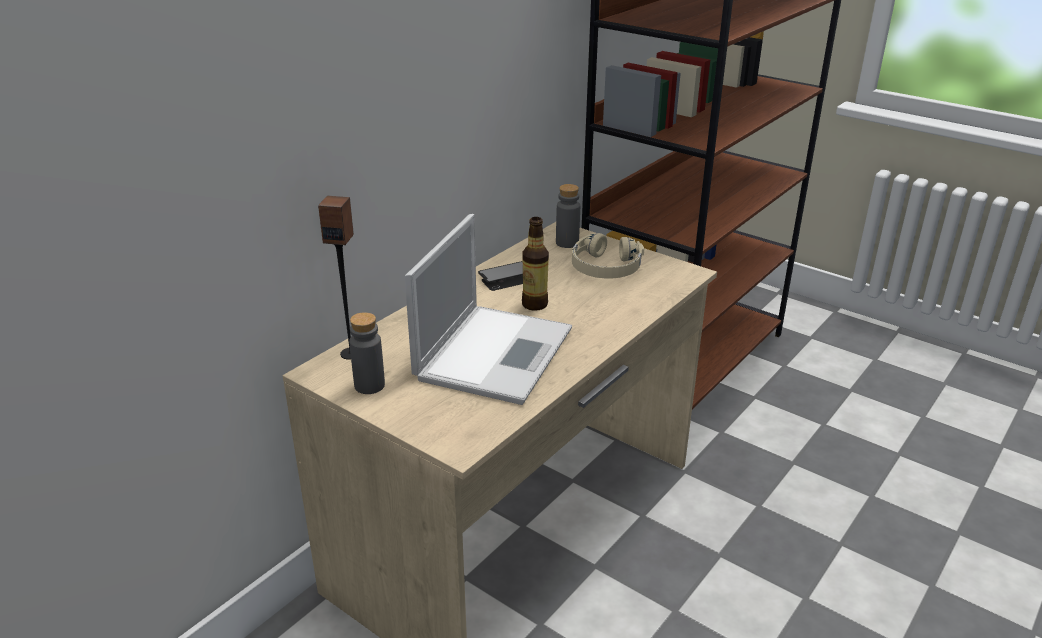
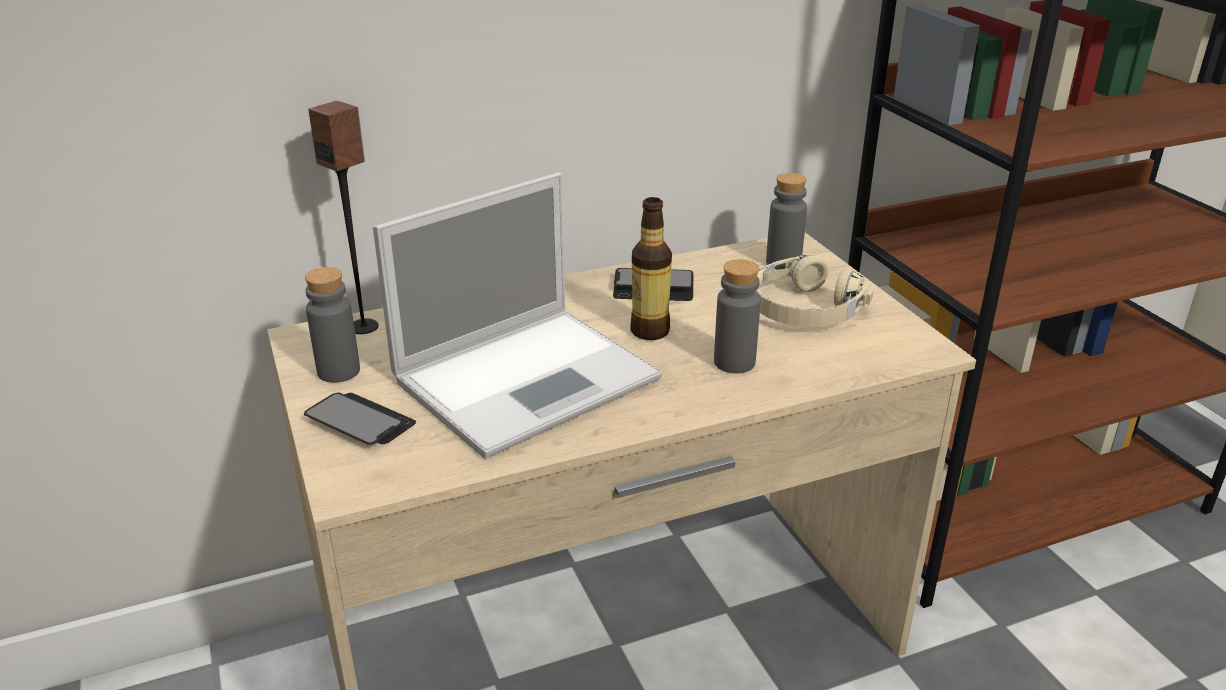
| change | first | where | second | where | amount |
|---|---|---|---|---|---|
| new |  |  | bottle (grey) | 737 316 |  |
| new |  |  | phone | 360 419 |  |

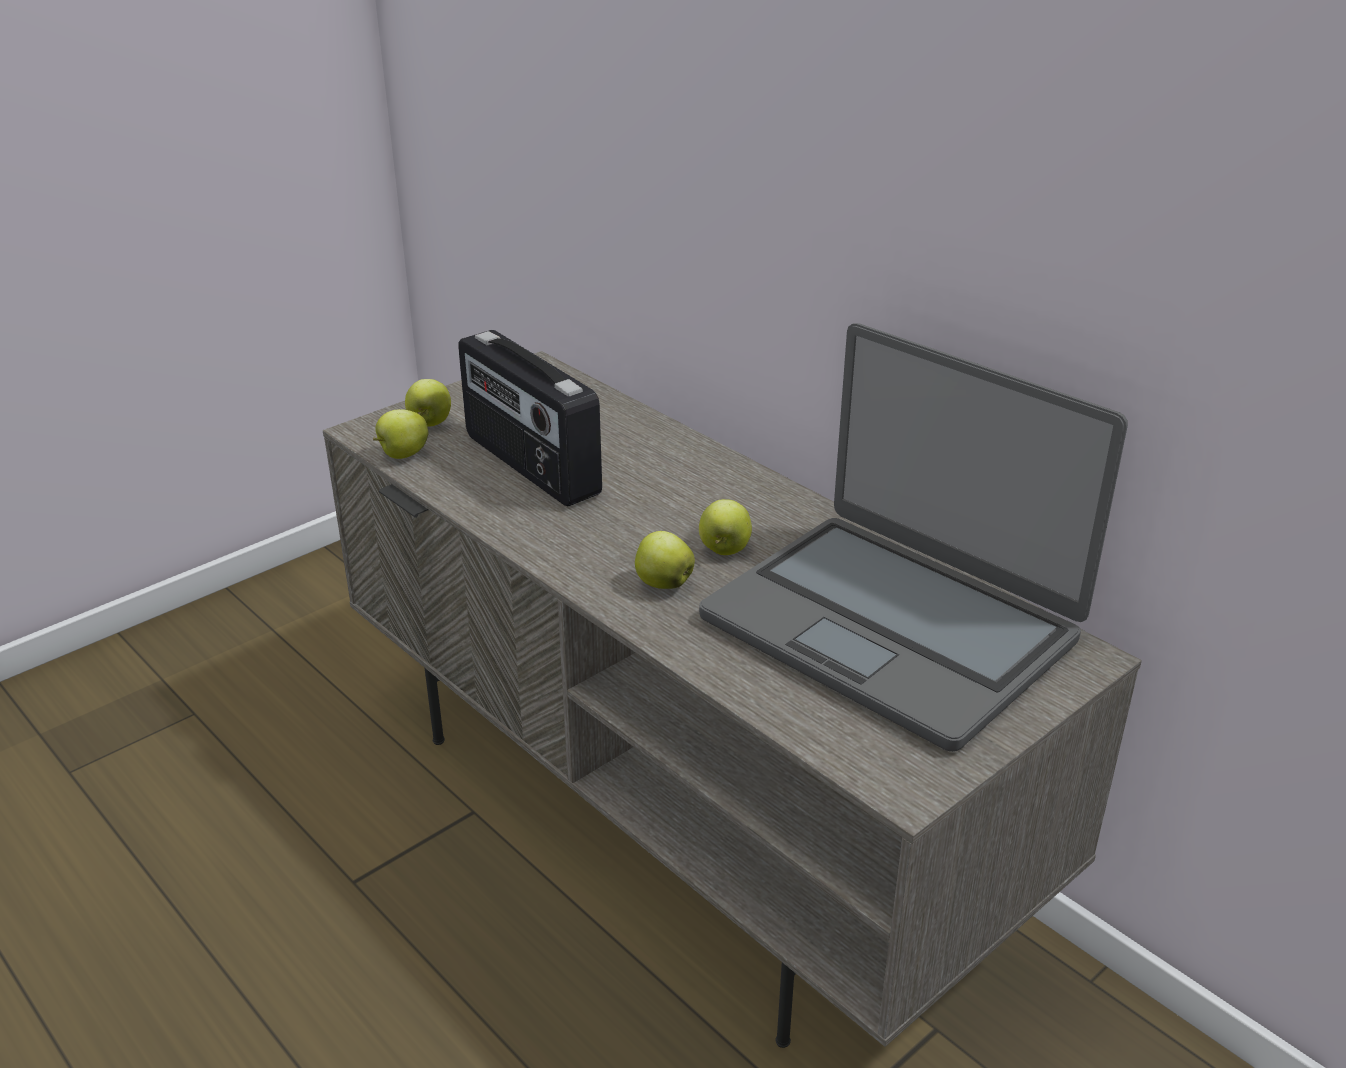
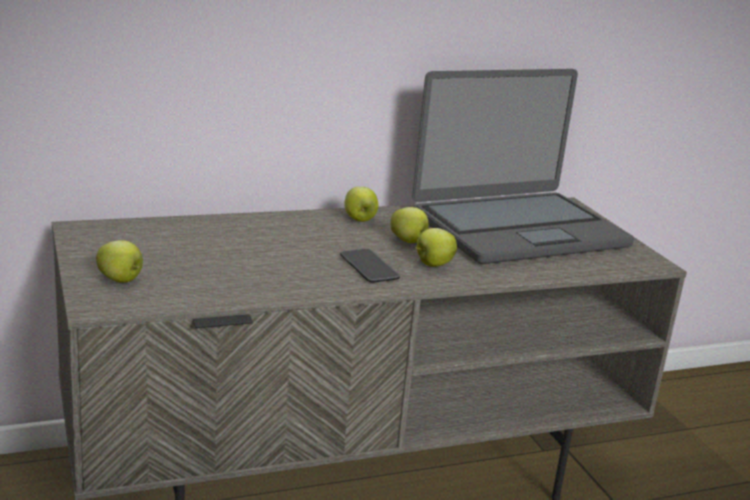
| change | first | where | second | where | amount |
|---|---|---|---|---|---|
| gone | radio | 530 418 |  |  |  |
| shifted | apple | 400 434 |  | 361 204 |  |
| new |  |  | phone | 370 265 |  |

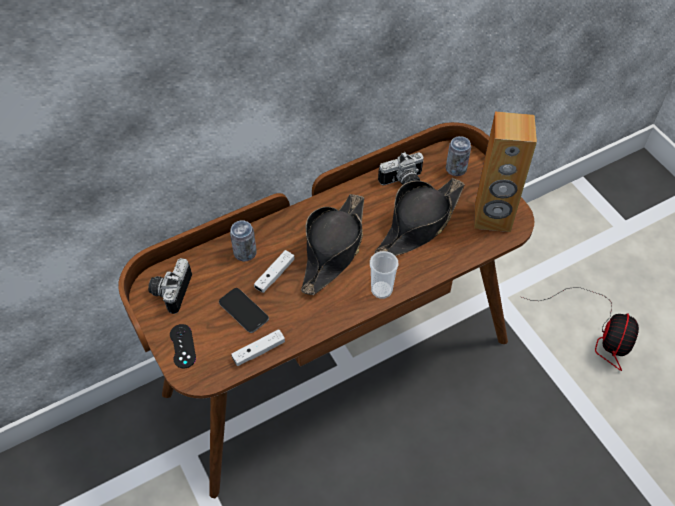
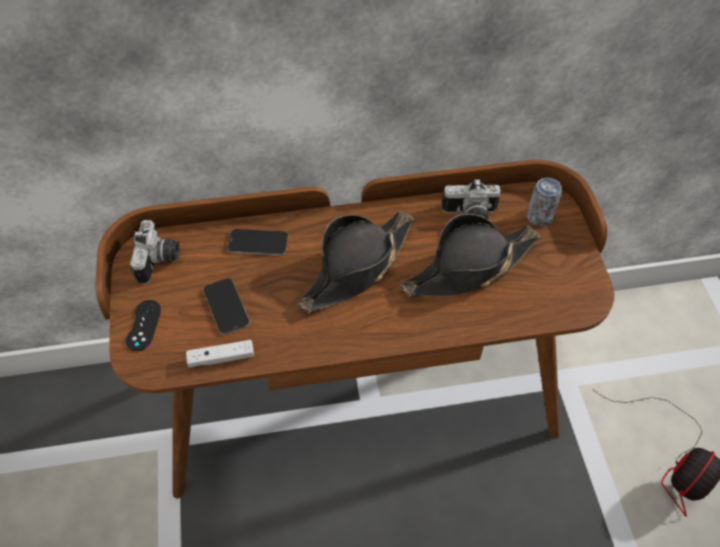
| change | first | where | second | where | amount |
|---|---|---|---|---|---|
| gone | speaker (brown) | 505 172 |  |  |  |
| swapped | can | 243 240 | phone | 258 242 |  |
| gone | game controller (white) | 274 271 |  |  |  |
| gone | cup | 384 275 |  |  |  |
| rotated | photo camera | 170 286 |  | 155 252 | 150 degrees clockwise |

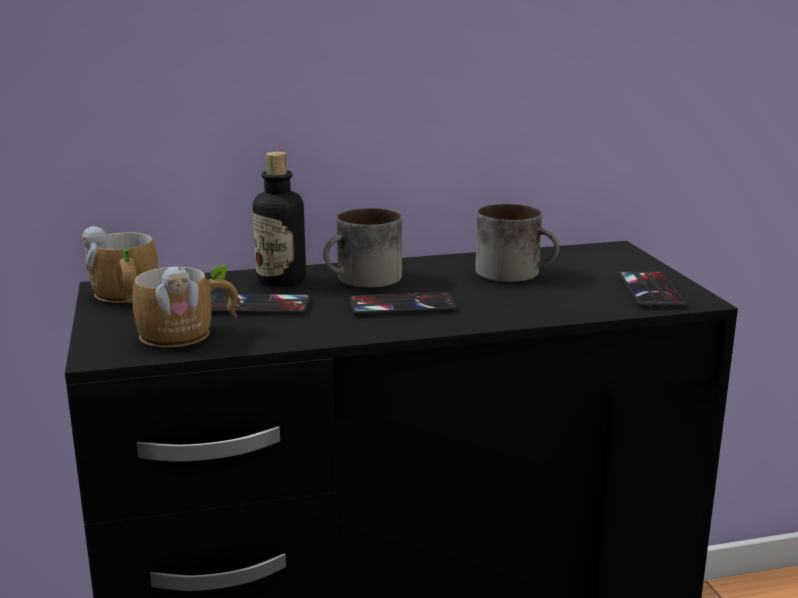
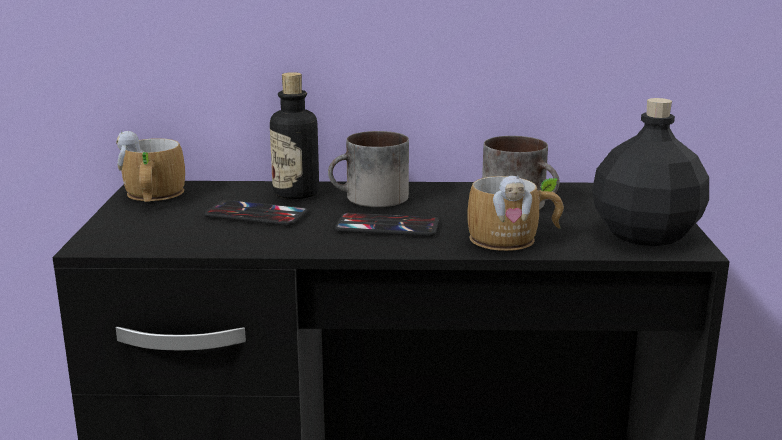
| change | first | where | second | where | amount |
|---|---|---|---|---|---|
| shifted | mug | 185 306 |  | 515 213 |  |
| swapped | phone | 652 289 | bottle (black) | 650 172 |  |

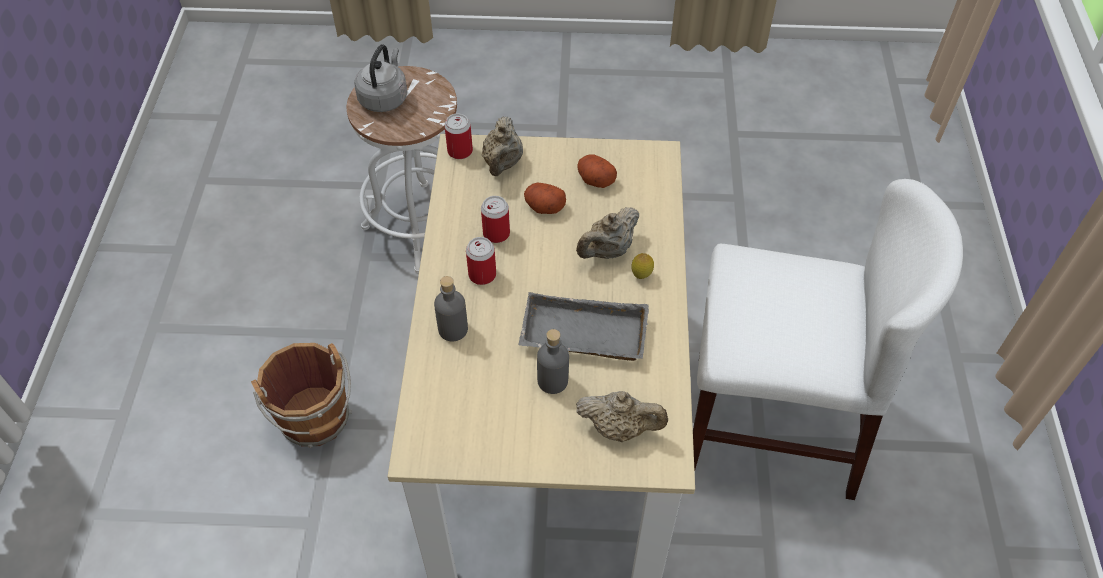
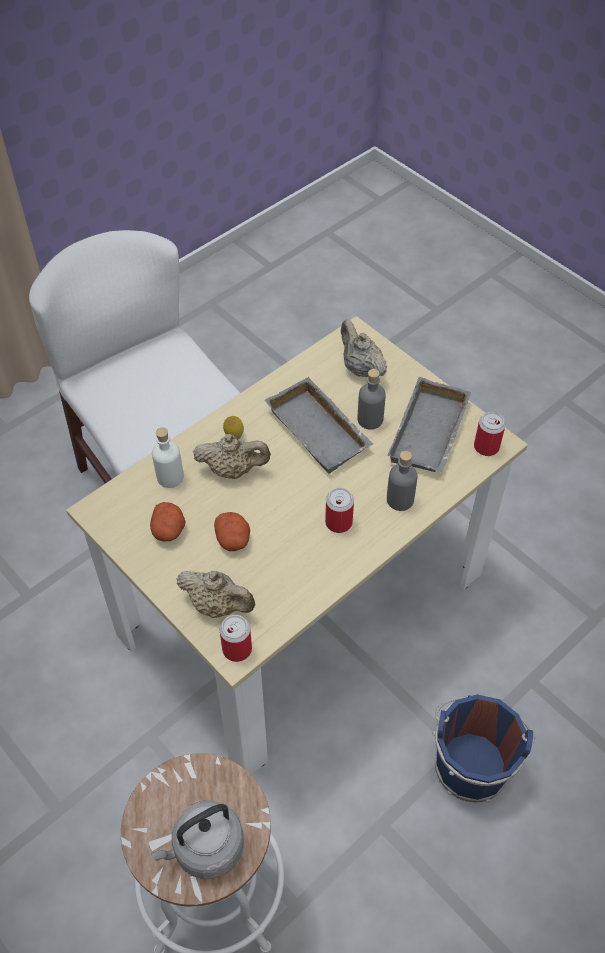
| change | first | where | second | where | amount |
|---|---|---|---|---|---|
| rotated | teapot (beige) | 502 146 |  | 215 594 | 60 degrees clockwise |
| shifted | can | 495 219 |  | 489 434 |  |
| repainted | bucket (brown) | 301 395 | bucket (blue) | 484 748 |  |
| new |  |  | tray (grey) | 429 425 |  |
| new |  |  | bottle (white) | 168 458 |  |

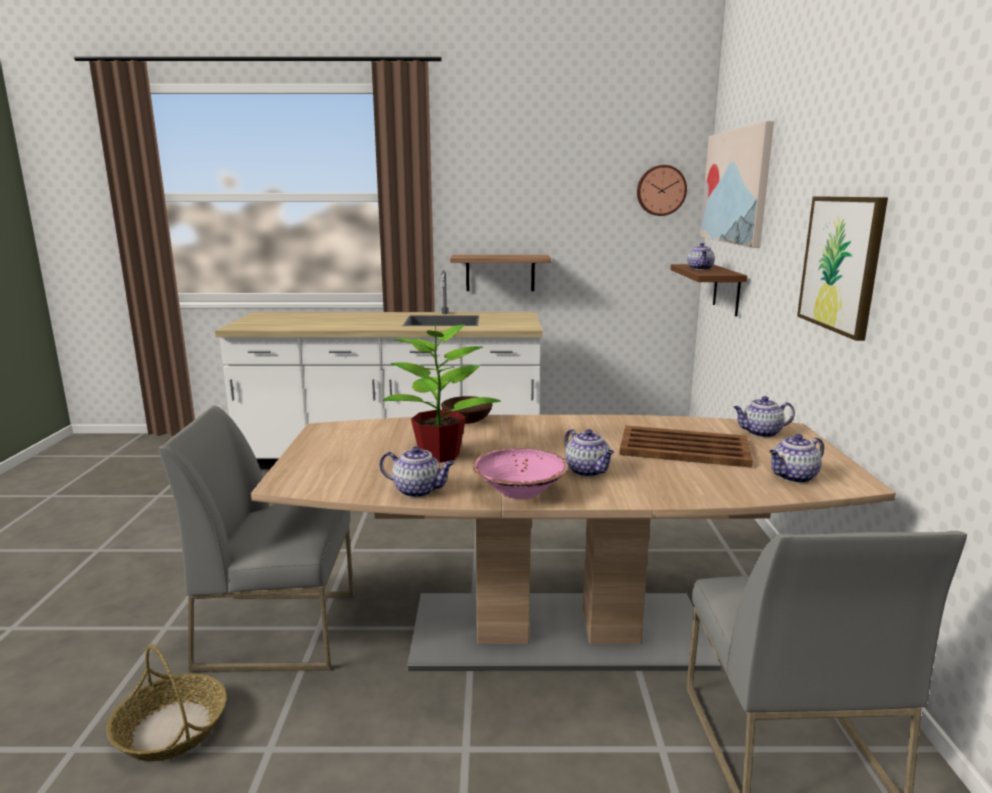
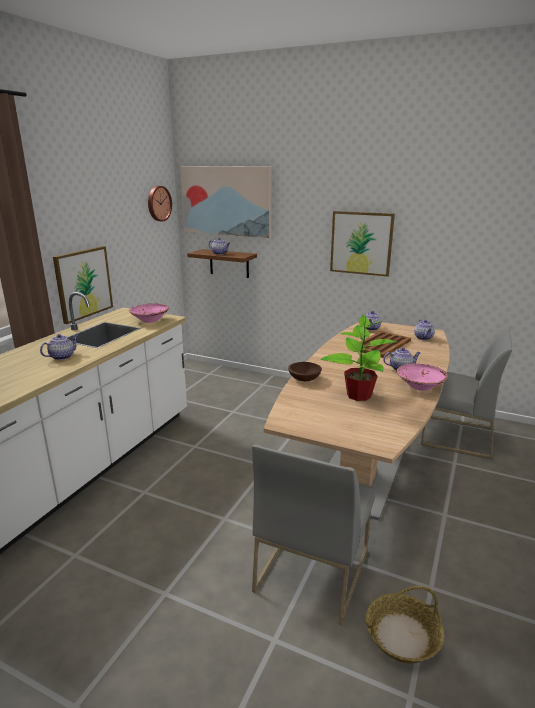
| change | first | where | second | where | amount |
|---|---|---|---|---|---|
| swapped | shelf | 500 273 | picture | 83 285 |  |
| shifted | teapot | 417 472 |  | 59 347 |  |
| new |  |  | bowl (pink) | 149 313 |  |

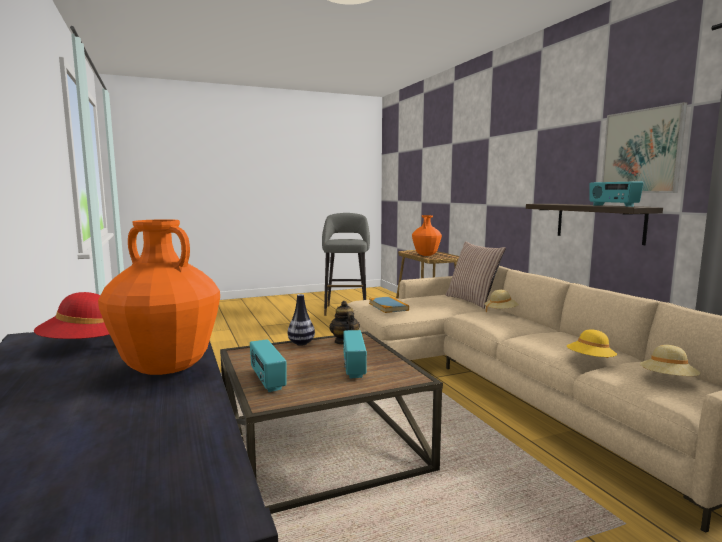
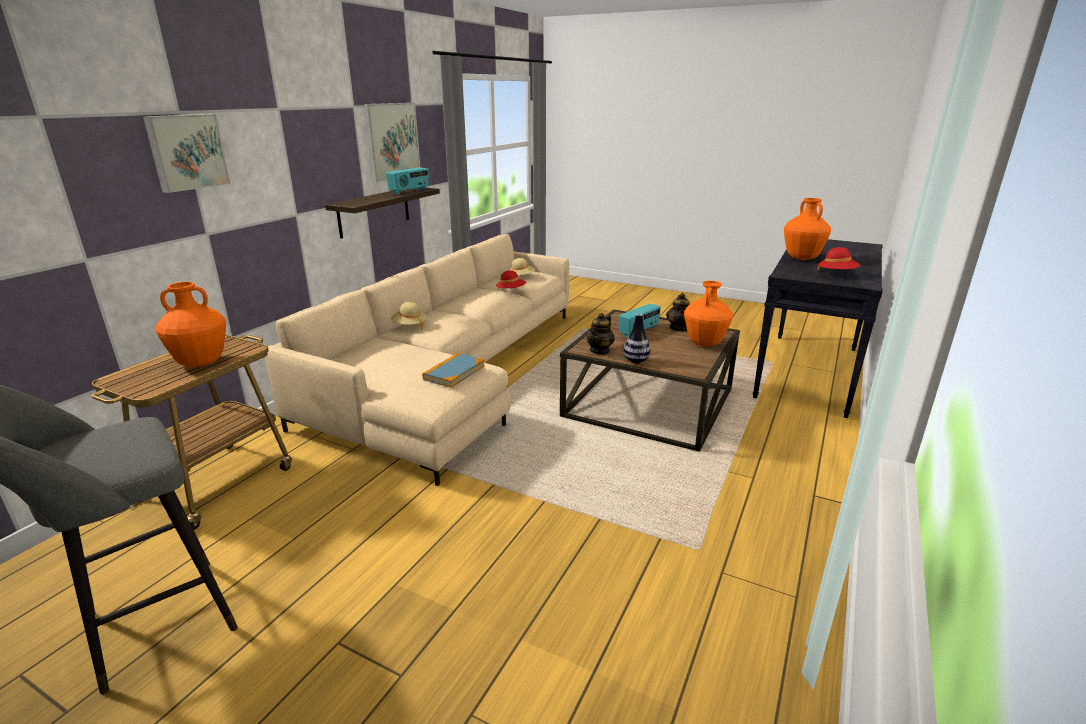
| change | first | where | second | where | amount |
|---|---|---|---|---|---|
| gone | pillow | 476 275 |  |  |  |
| repainted | hat (yellow) | 592 343 | hat (red) | 511 279 |  |
| swapped | radio | 268 365 | vase (orange) | 708 314 |  |
| new |  |  | picture | 186 153 |  |
| new |  |  | teapot | 678 312 |  |

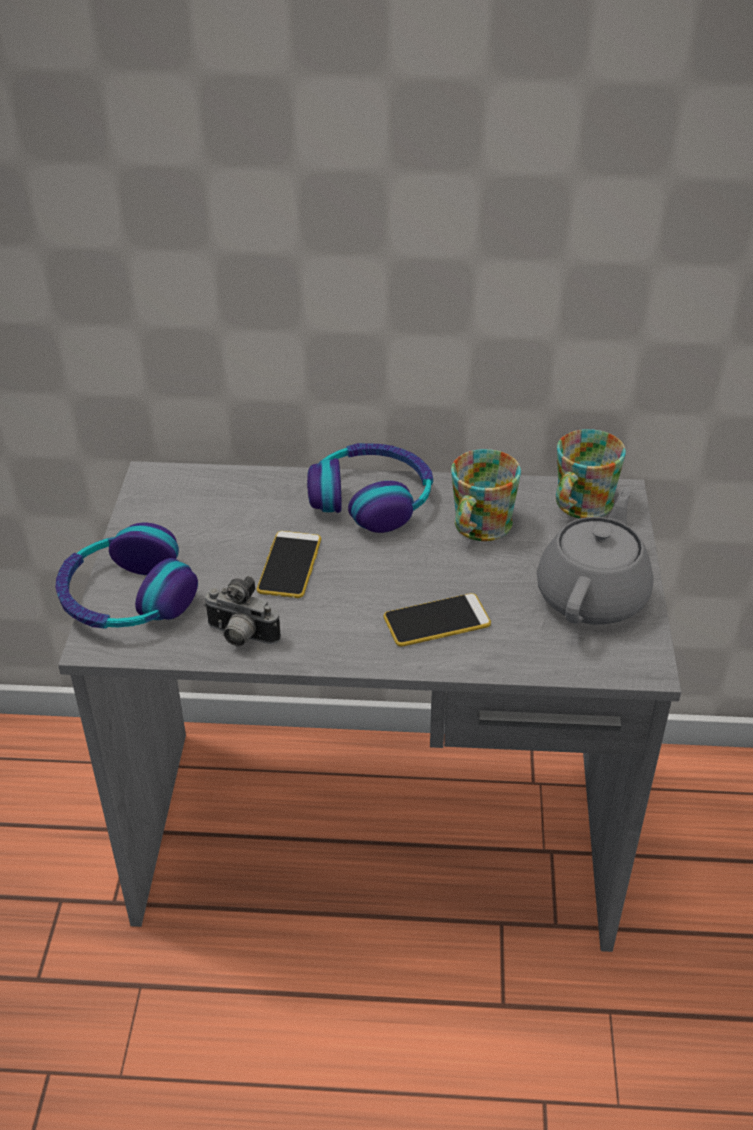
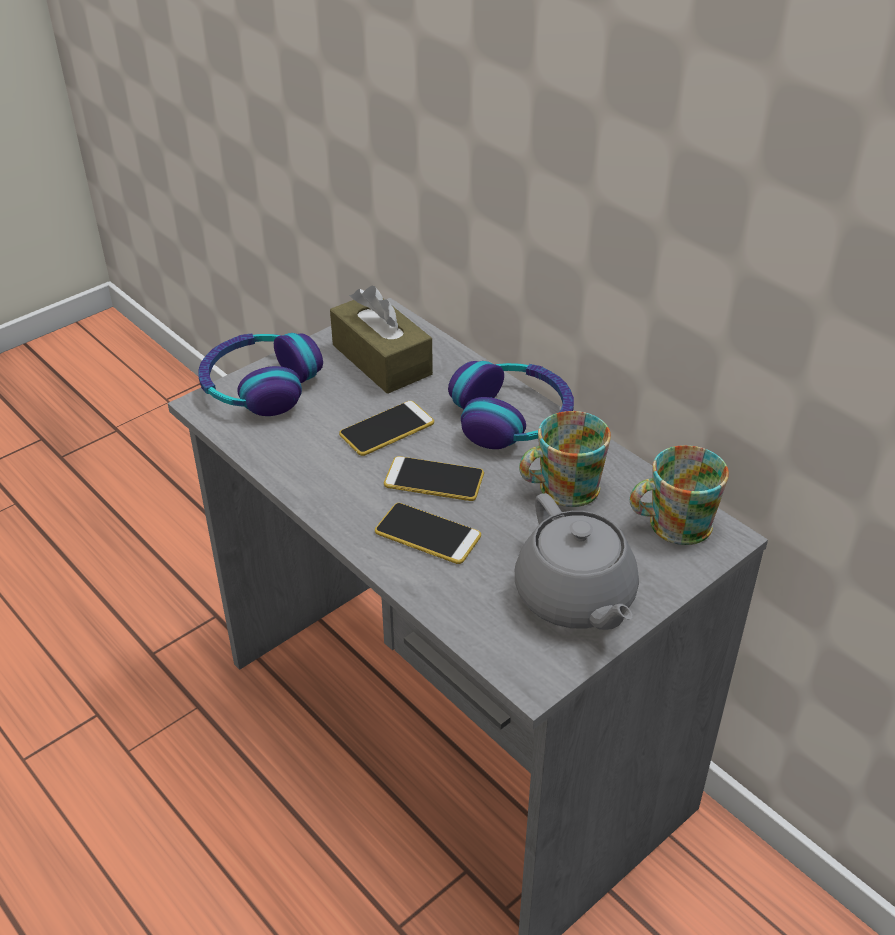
| change | first | where | second | where | amount |
|---|---|---|---|---|---|
| rotated | teapot (grey) | 595 556 |  | 577 561 | 90 degrees clockwise |
| gone | photo camera | 242 611 |  |  |  |
| new |  |  | tissue box (brown) | 381 339 |  |
| new |  |  | phone | 434 478 |  |

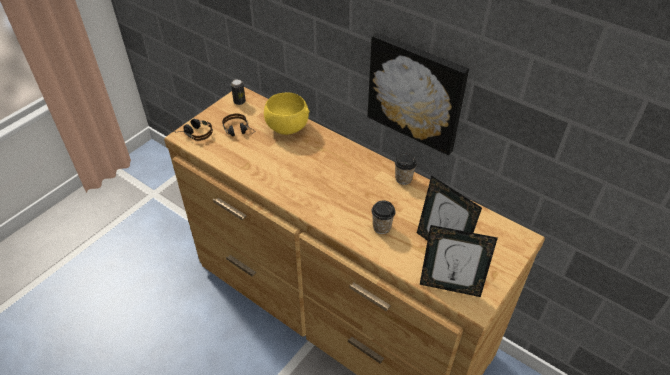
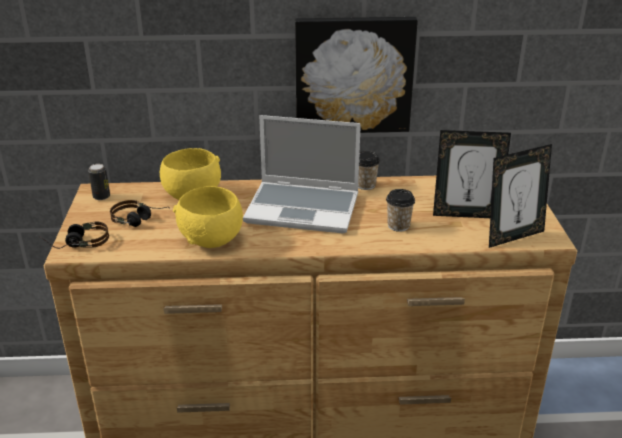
| change | first | where | second | where | amount |
|---|---|---|---|---|---|
| new |  |  | laptop | 302 174 |  |
| new |  |  | bowl (yellow) | 208 217 |  |

